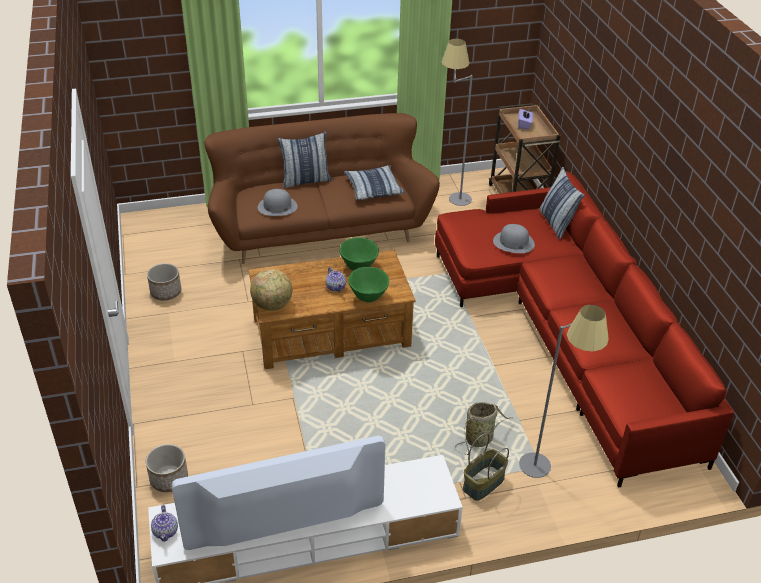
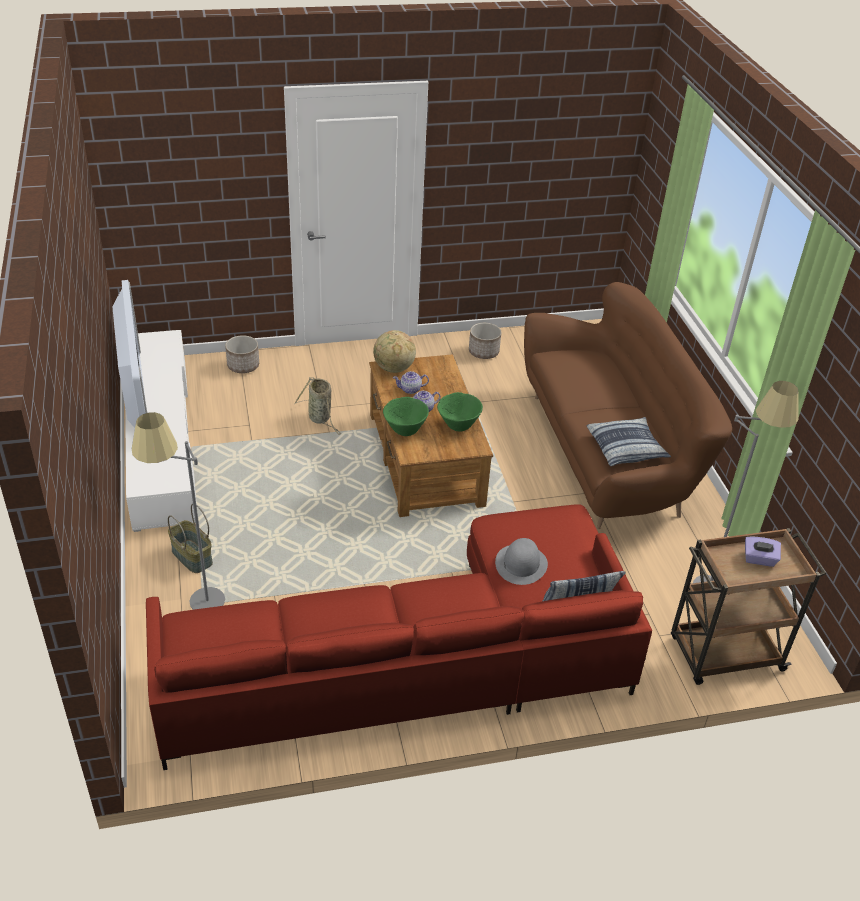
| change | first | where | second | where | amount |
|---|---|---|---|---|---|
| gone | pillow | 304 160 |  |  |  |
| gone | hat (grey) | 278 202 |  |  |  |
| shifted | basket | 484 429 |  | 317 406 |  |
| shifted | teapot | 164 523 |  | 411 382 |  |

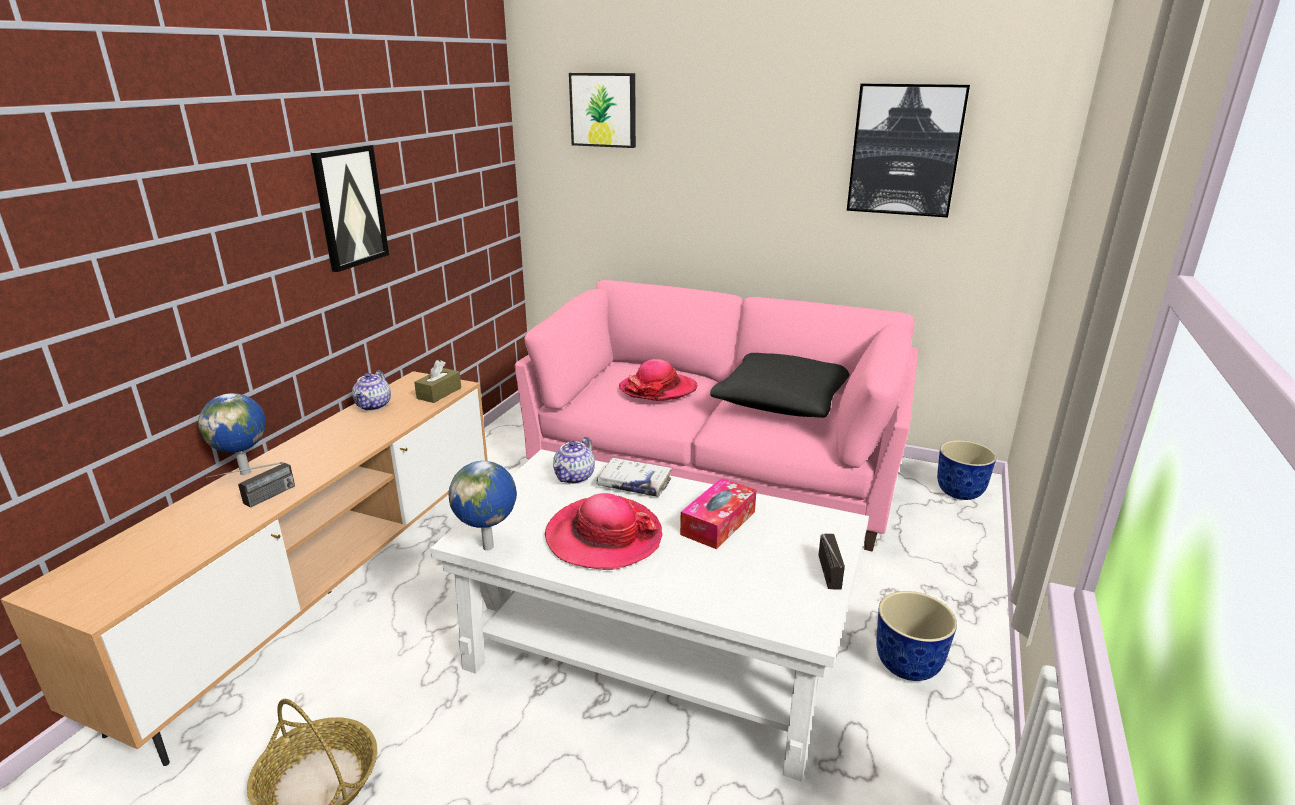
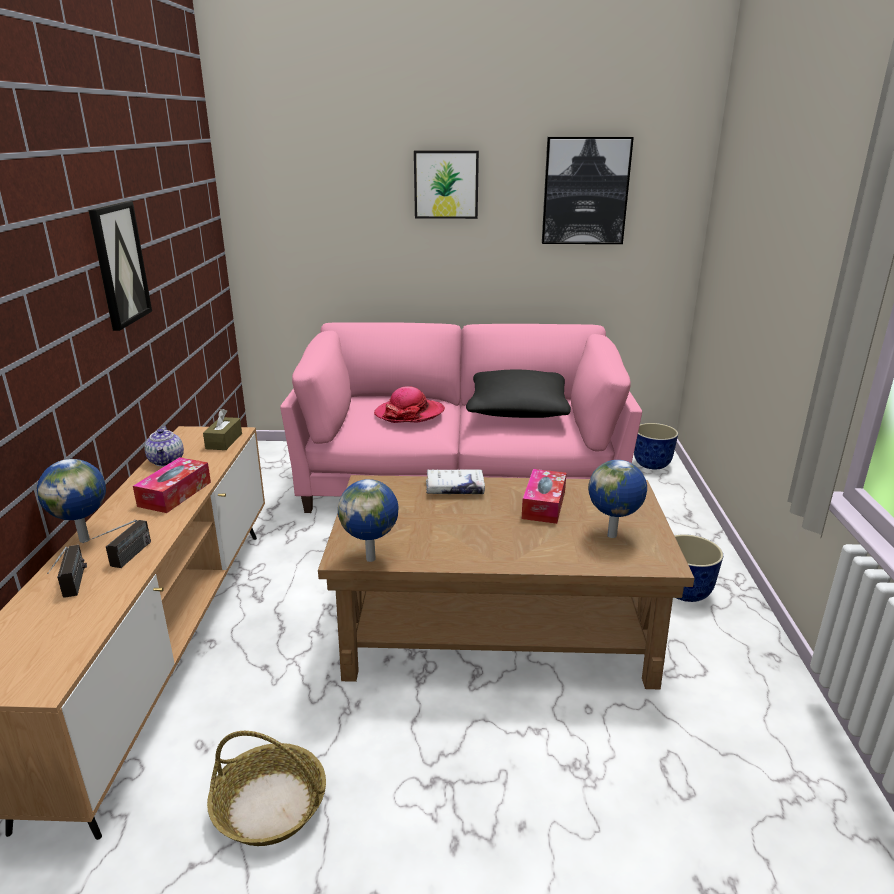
| change | first | where | second | where | amount |
|---|---|---|---|---|---|
| shifted | picture | 602 110 |  | 446 184 |  |
| gone | teapot | 574 460 |  |  |  |
| repainted | coffee table (white) | 649 615 | coffee table (brown) | 506 582 |  |
| gone | hat | 604 531 |  |  |  |
| shifted | radio | 831 561 |  | 67 571 |  |
| new |  |  | tissue box | 172 485 |  |
| new |  |  | globe | 617 499 |  |

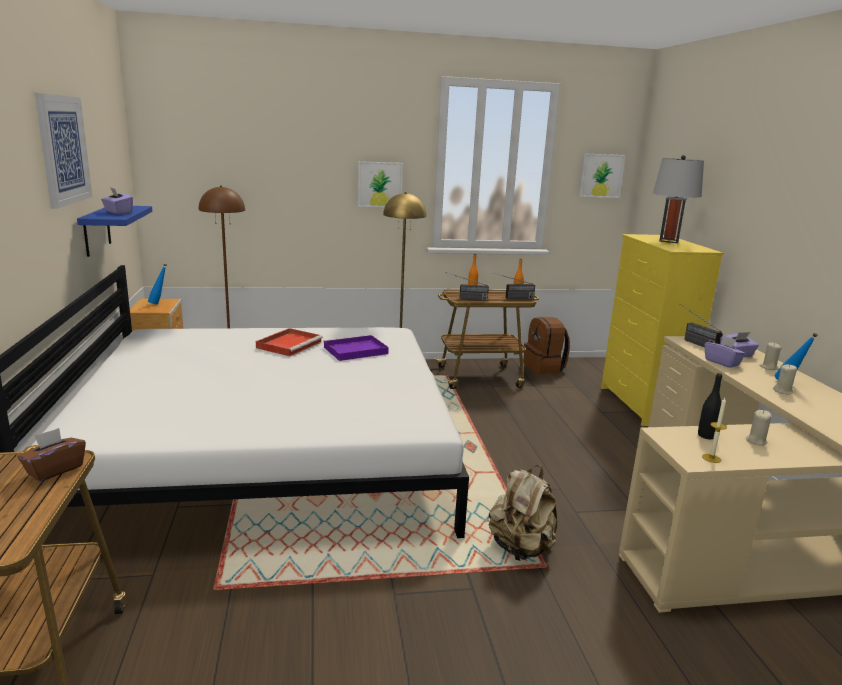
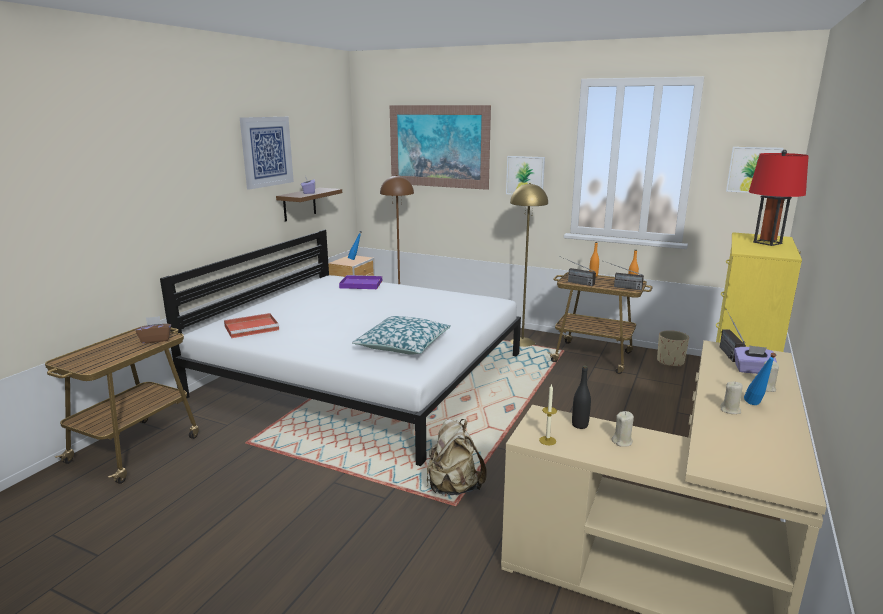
| change | first | where | second | where | amount |
|---|---|---|---|---|---|
| repainted | table lamp (grey) | 678 199 | table lamp (red) | 779 198 |  |
| repainted | shelf (blue) | 114 231 | shelf (brown) | 309 205 |  |
| swapped | backpack (brown) | 547 345 | planter (beige) | 673 348 |  |
| shifted | tray (red) | 289 342 |  | 251 325 |  |
| shifted | tray (purple) | 356 348 |  | 360 282 |  |
| gone | tissue box (purple) | 725 351 |  |  |  |
| new |  |  | picture | 440 147 |  |
| new |  |  | pillow | 401 335 |  |

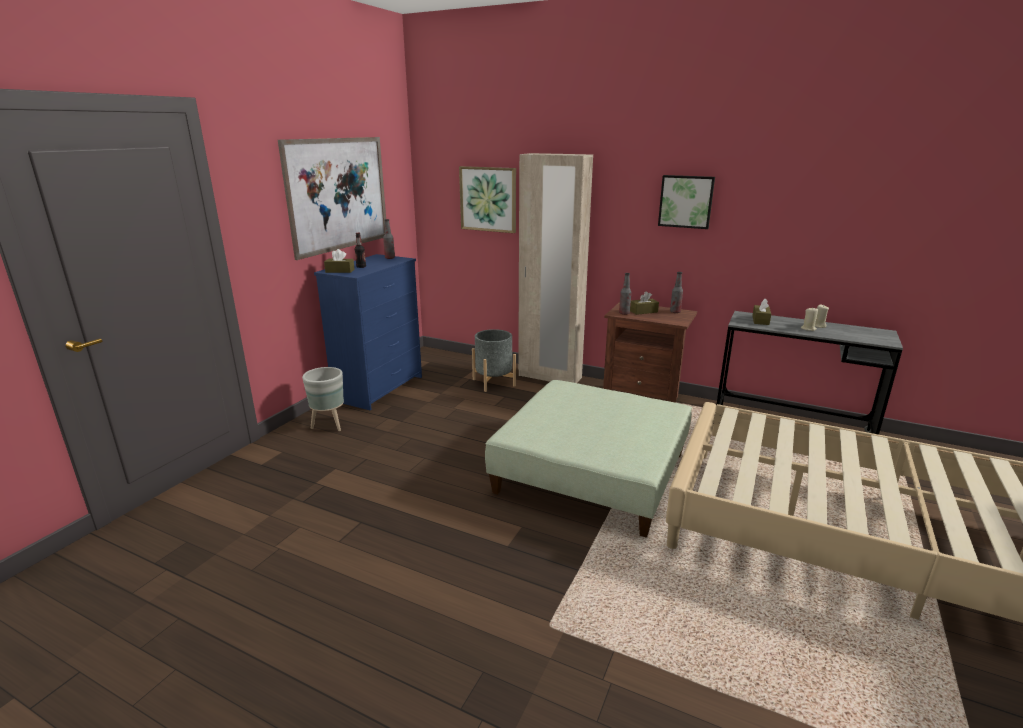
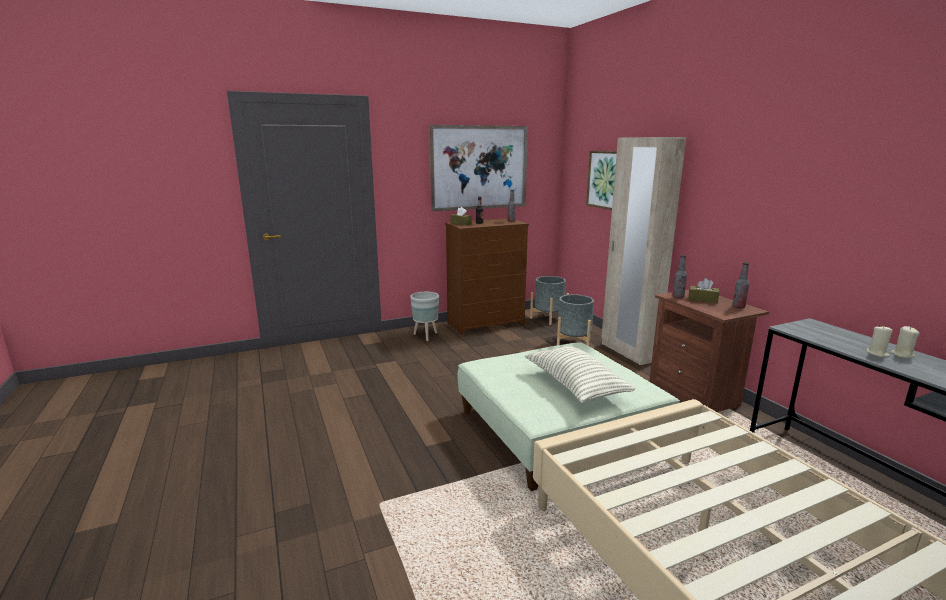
| change | first | where | second | where | amount |
|---|---|---|---|---|---|
| gone | picture | 686 202 |  |  |  |
| repainted | dresser (blue) | 368 332 | dresser (brown) | 487 276 |  |
| gone | tissue box (brown) | 761 312 |  |  |  |
| new |  |  | planter (grey) | 549 300 |  |
| new |  |  | pillow | 580 374 |  |

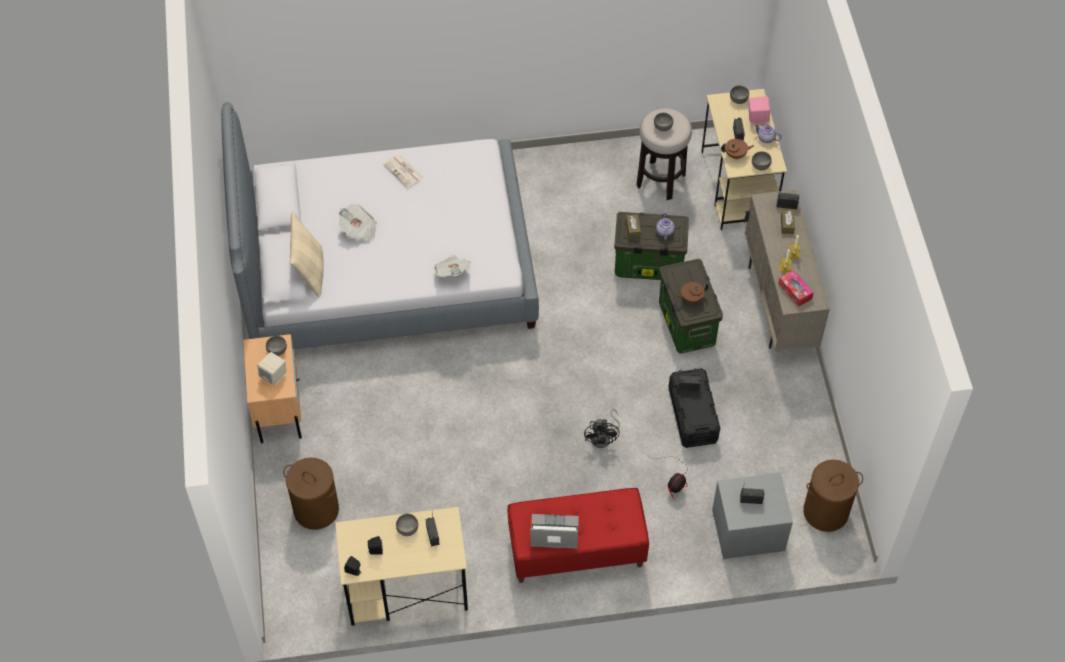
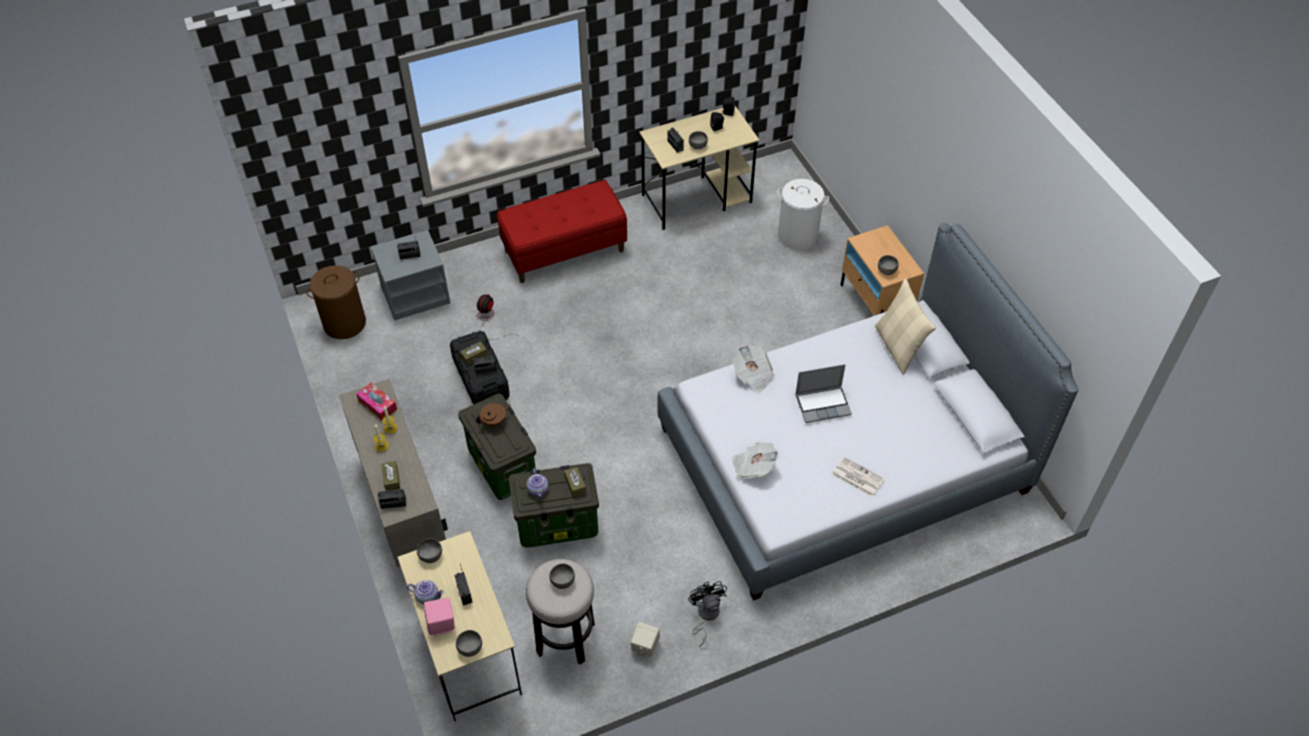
| change | first | where | second | where | amount |
|---|---|---|---|---|---|
| gone | teapot (brown) | 737 149 |  |  |  |
| shifted | newspaper | 358 222 |  | 755 460 |  |
| shifted | speaker (beige) | 271 369 |  | 645 639 |  |
| shifted | fan (black) | 602 428 |  | 707 614 |  |
| repainted | laundry basket (brown) | 311 493 | laundry basket (white) | 803 214 |  |
| shifted | laptop | 554 531 |  | 823 393 |  |
| new |  |  | tissue box (brown) | 473 353 |  |

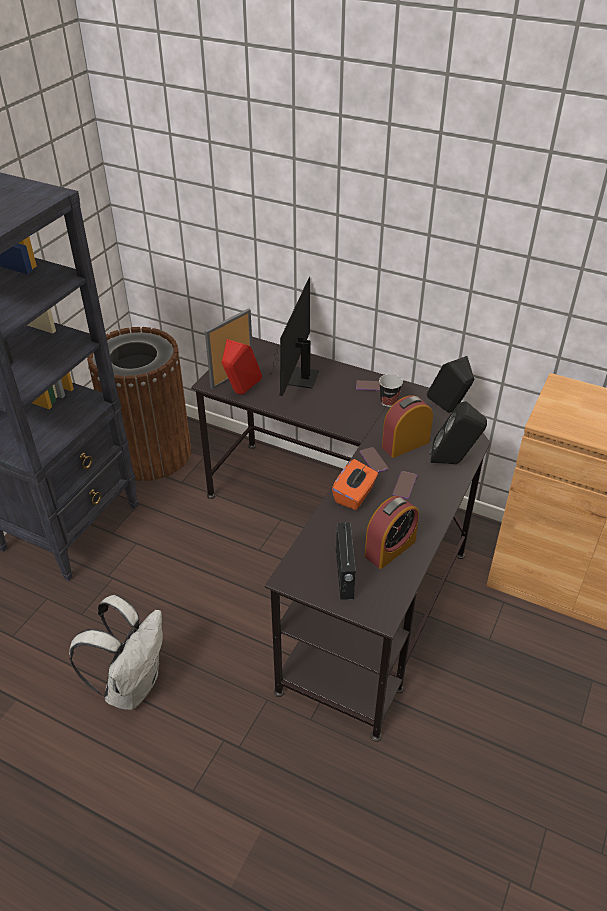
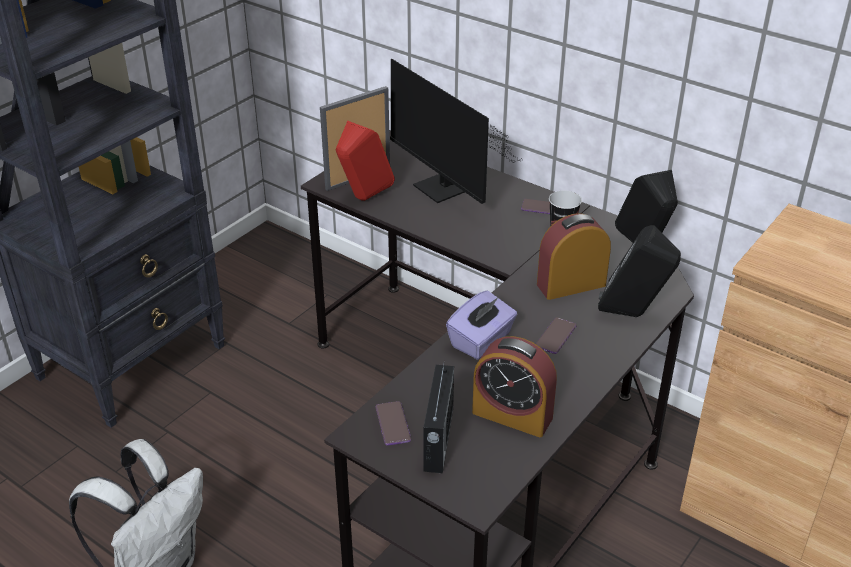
| change | first | where | second | where | amount |
|---|---|---|---|---|---|
| rotated | monitor | 295 336 |  | 453 131 | 60 degrees counterclockwise |
| gone | trash can (brown) | 139 404 |  |  |  |
| shifted | phone | 374 460 |  | 393 423 |  |
| repainted | tissue box (orange) | 355 484 | tissue box (purple) | 481 325 |  |
| rotated | alarm clock | 392 532 |  | 514 386 | 60 degrees clockwise |

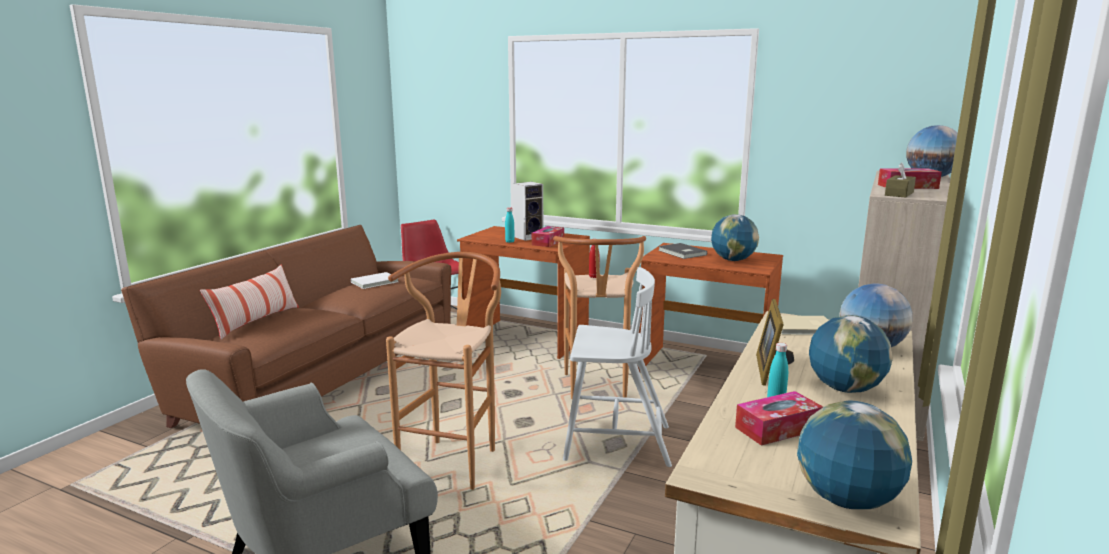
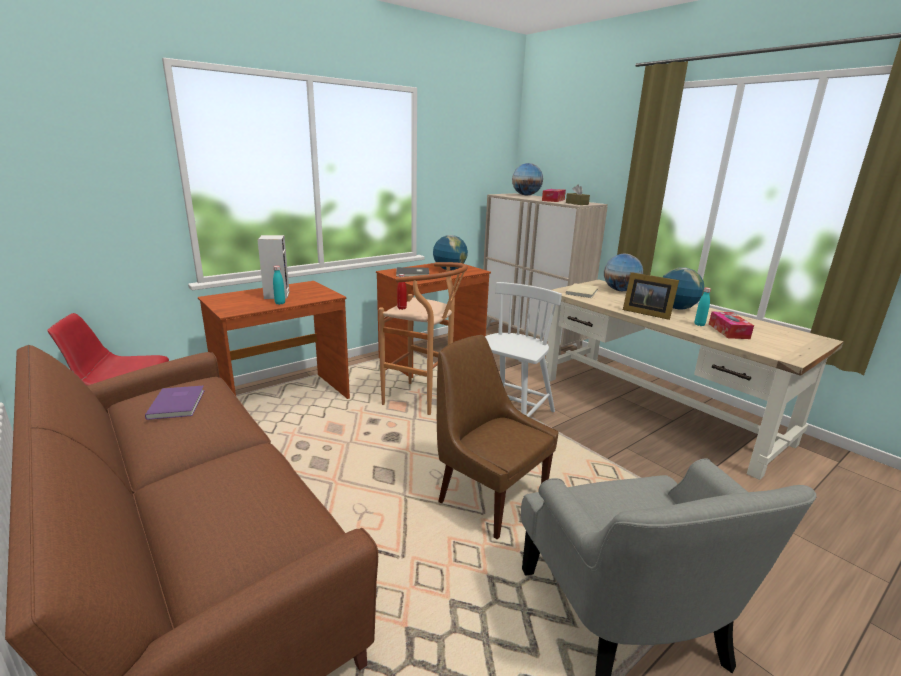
| change | first | where | second | where | amount |
|---|---|---|---|---|---|
| gone | tissue box | 548 236 |  |  |  |
| swapped | stool (brown) | 443 371 | chair (brown) | 498 437 |  |
| gone | pillow | 249 302 |  |  |  |
| repainted | book (white) | 375 280 | book (purple) | 175 403 |  |
| gone | globe | 854 455 |  |  |  |

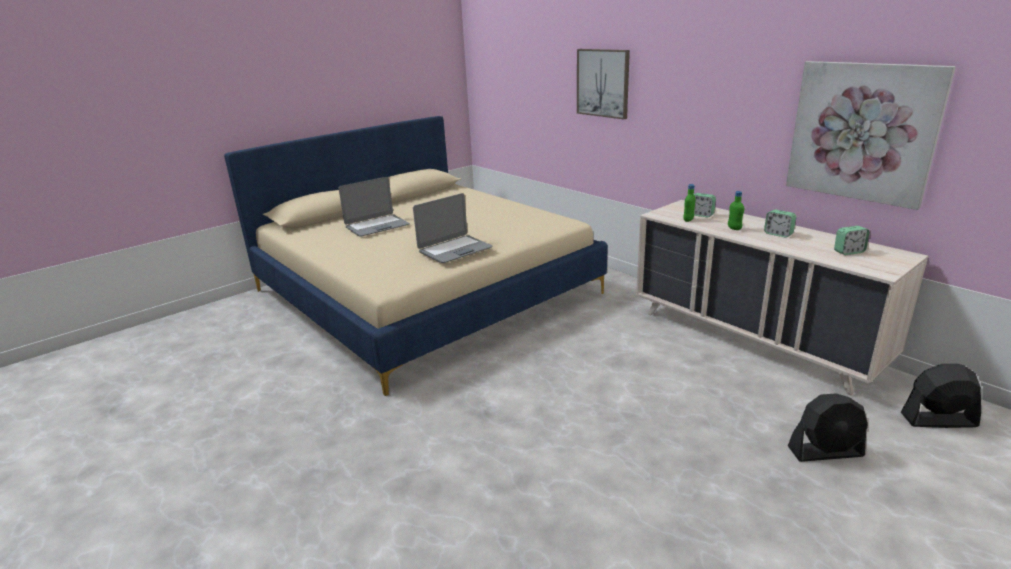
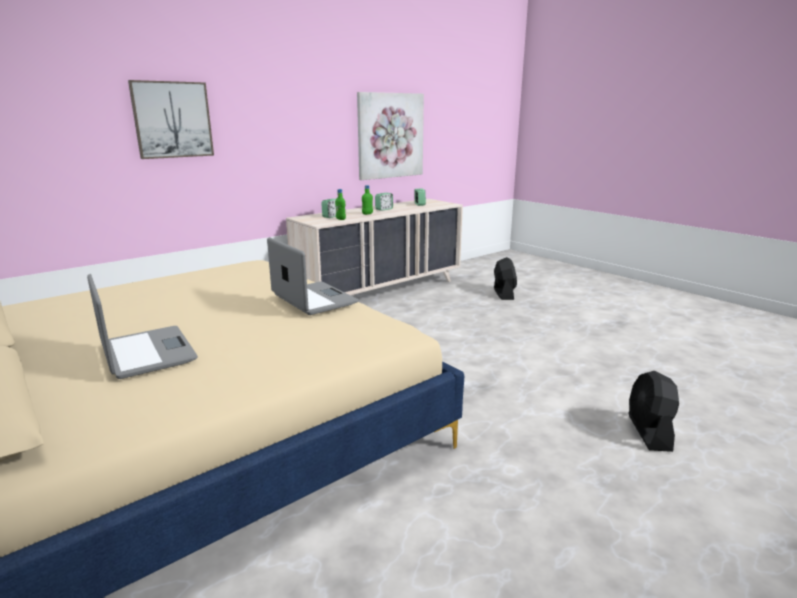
| change | first | where | second | where | amount |
|---|---|---|---|---|---|
| shifted | fan (black) | 941 396 |  | 654 411 |  |

